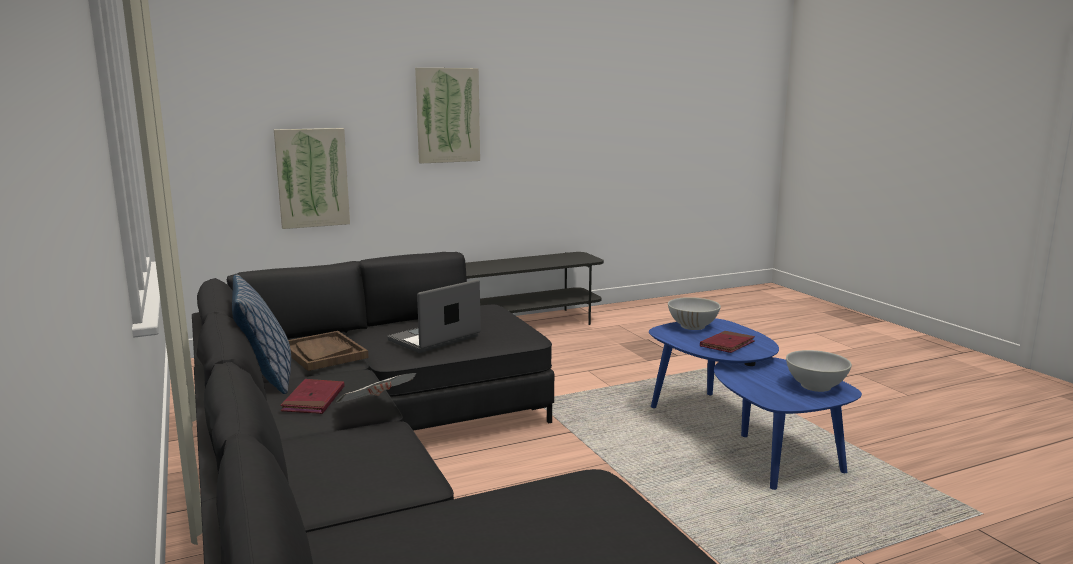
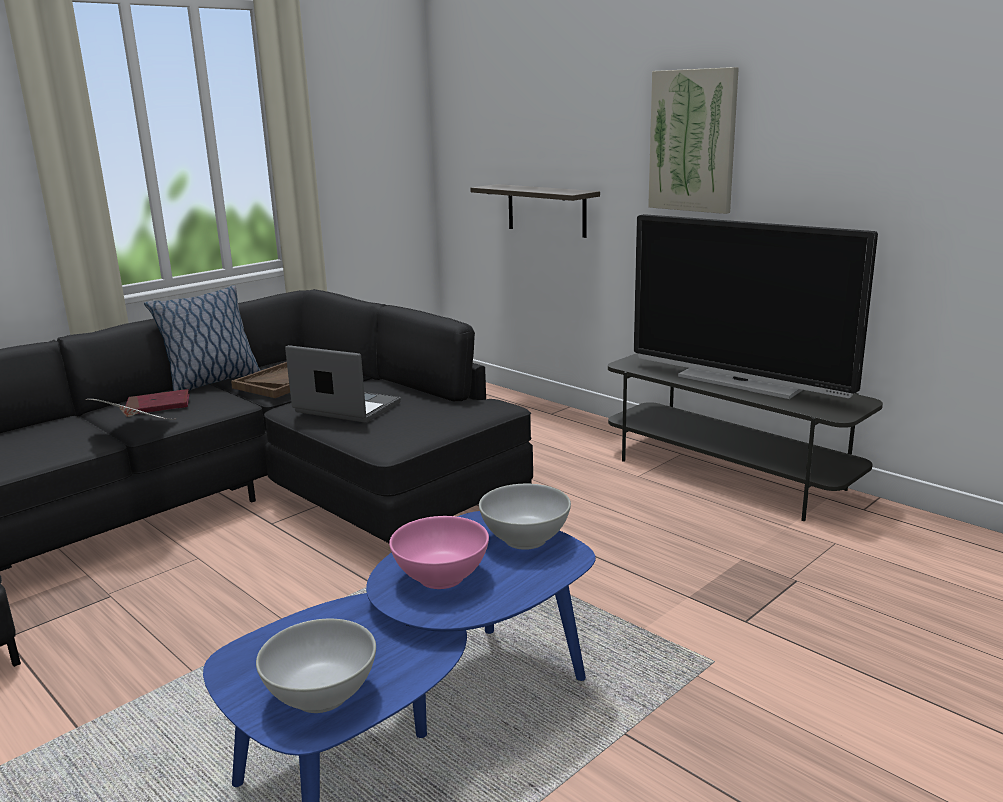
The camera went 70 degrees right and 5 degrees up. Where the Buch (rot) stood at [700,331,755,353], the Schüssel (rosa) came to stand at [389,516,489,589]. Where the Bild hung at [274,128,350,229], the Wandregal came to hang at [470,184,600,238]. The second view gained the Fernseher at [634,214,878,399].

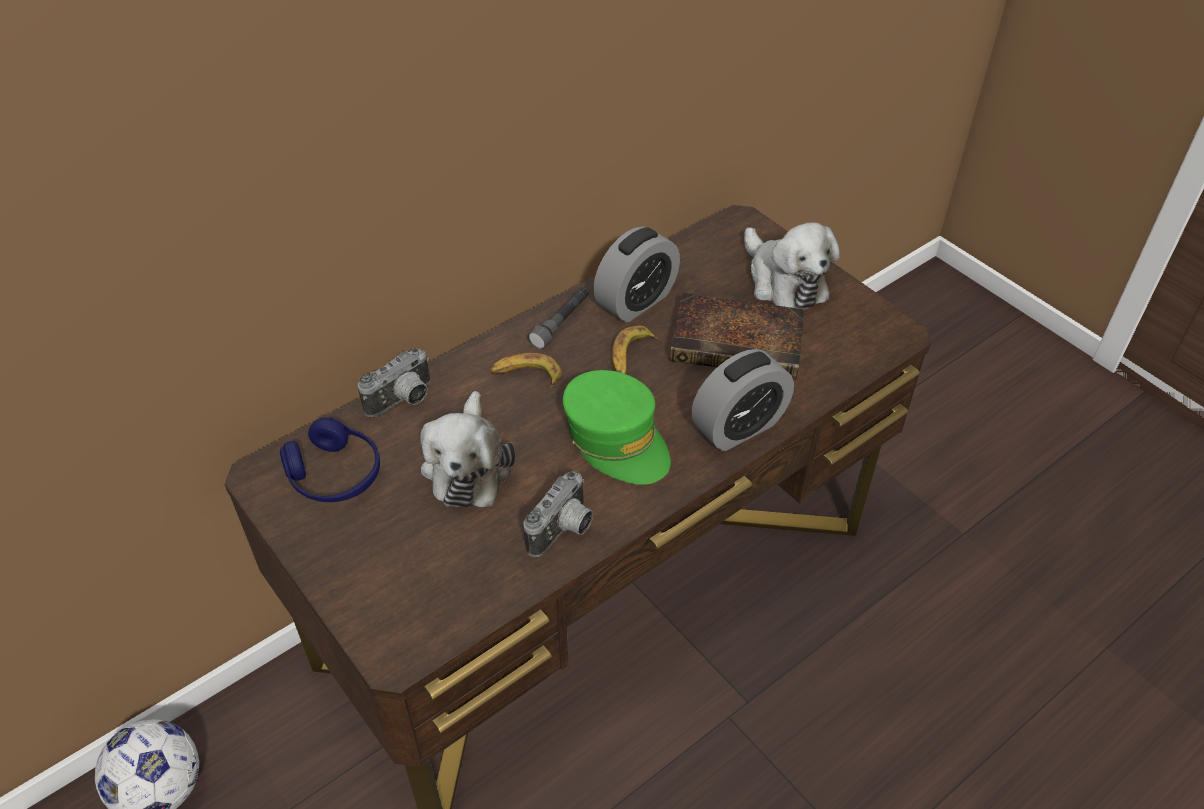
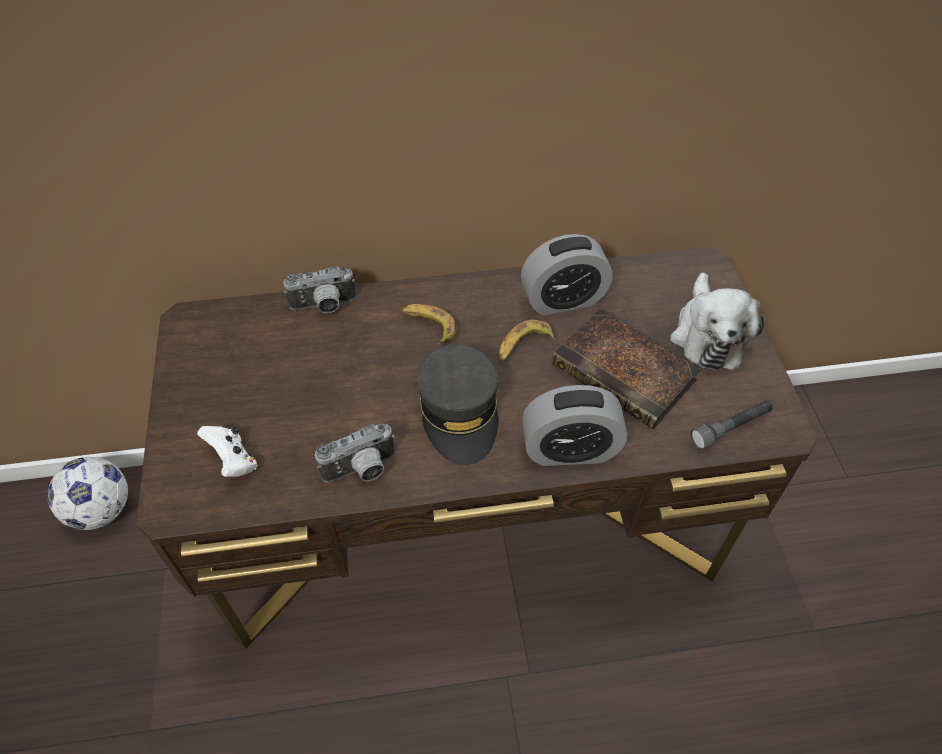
The camera went 30 degrees right and 5 degrees up. The second view gained the Gamepad (weiß) at [197,426,257,477]. What was the Kappe (grün) at [563,370,671,485] turned into the Kappe (grau) at [417,344,499,465]. The Taschenlampe (grau) ended up elsewhere, having gone from [528,287,589,350] to [691,400,773,450]. The second view lost the Kopfhörer (blau) at [280,417,380,502]. The second view lost the Plüschtier at [420,391,516,507].

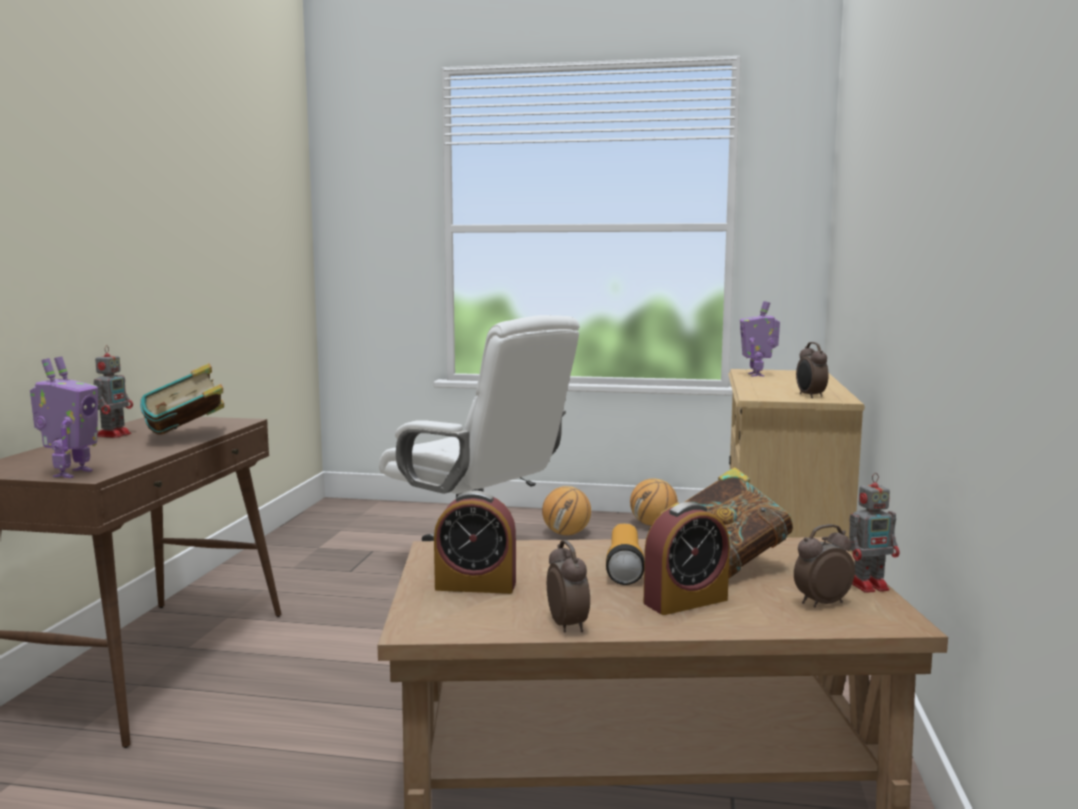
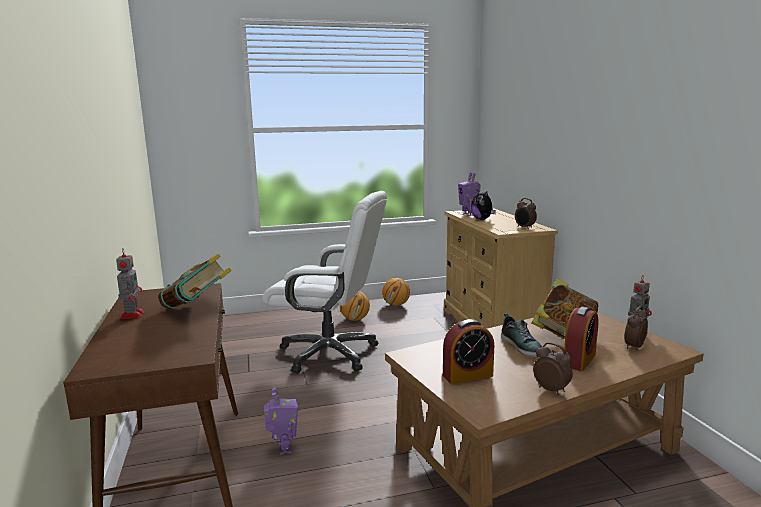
The camera went 25 degrees left and 5 degrees up. The Spielzeugroboter ended up elsewhere, having gone from [30,356,98,478] to [264,388,298,455]. The second view gained the Plüschtier at [471,189,496,220]. Where the Taschenlampe stood at [606,524,644,585], the Schuh came to stand at [501,313,541,357].

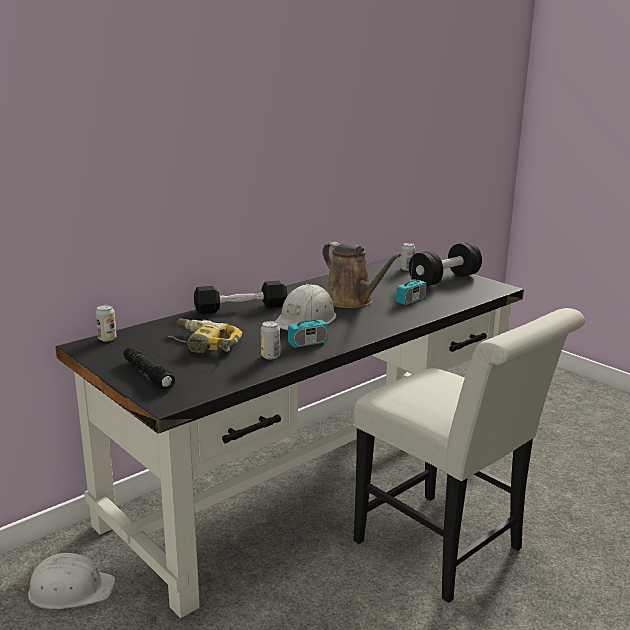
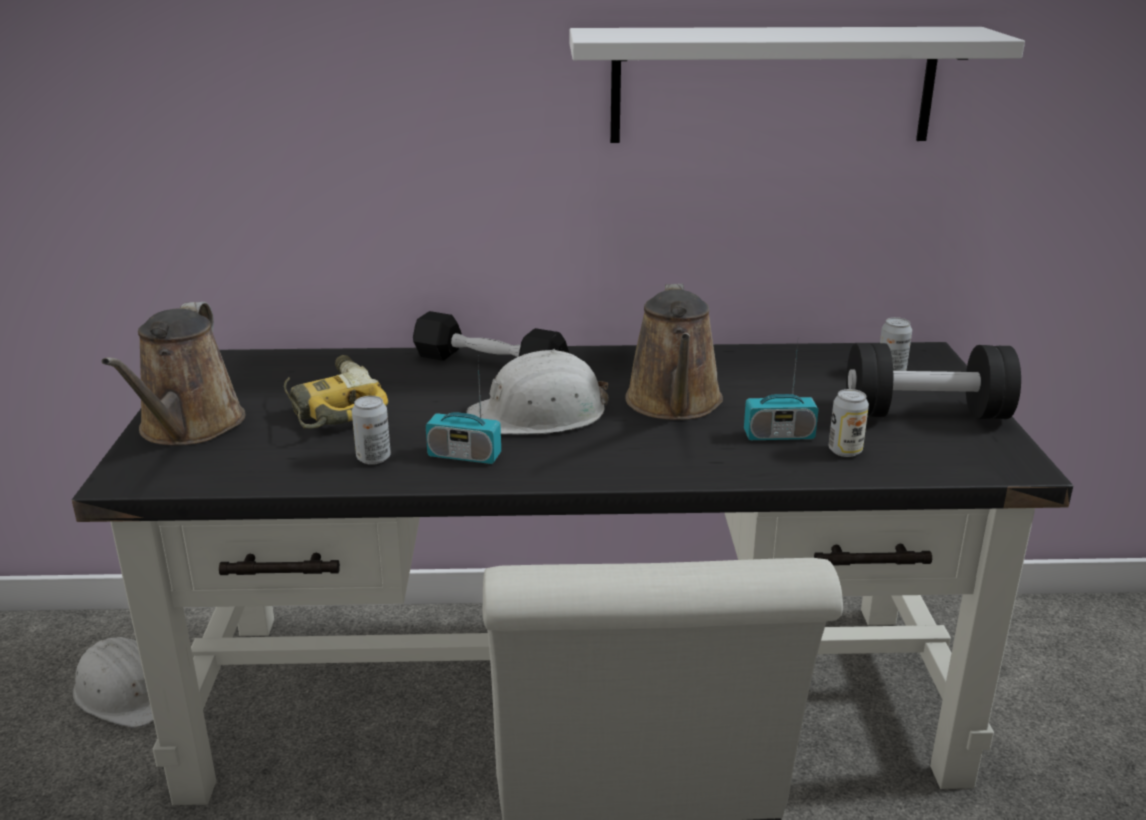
The camera went 40 degrees right and 5 degrees up. Where the Taschenlampe (schwarz) stood at [124,347,175,390], the Gießkanne (braun) came to stand at [102,302,245,446]. The second view gained the Wandregal (weiß) at [569,27,1025,143]. The Dose ended up elsewhere, having gone from [95,305,117,342] to [829,389,869,457].

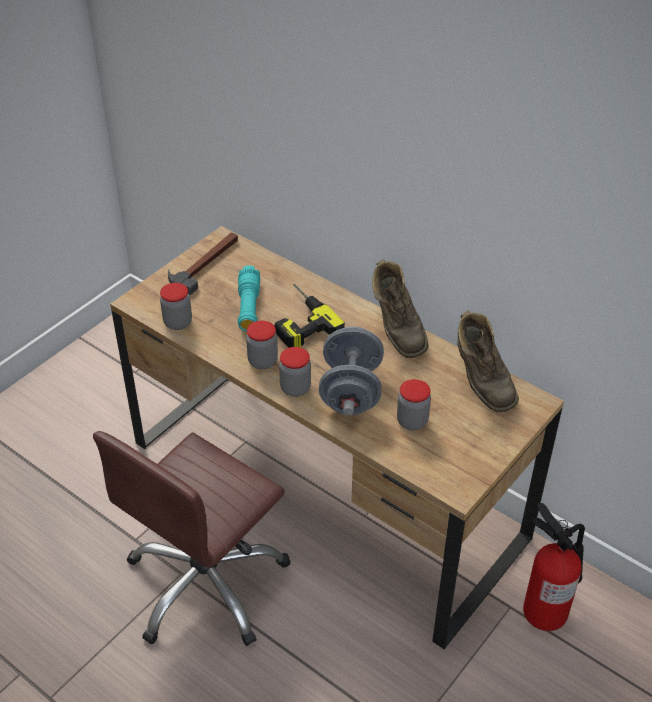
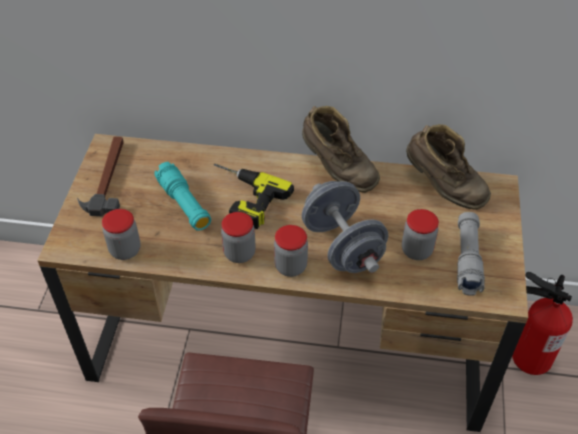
The camera went 30 degrees left and 5 degrees up. The second view gained the Taschenlampe (grau) at [457,212,485,296].

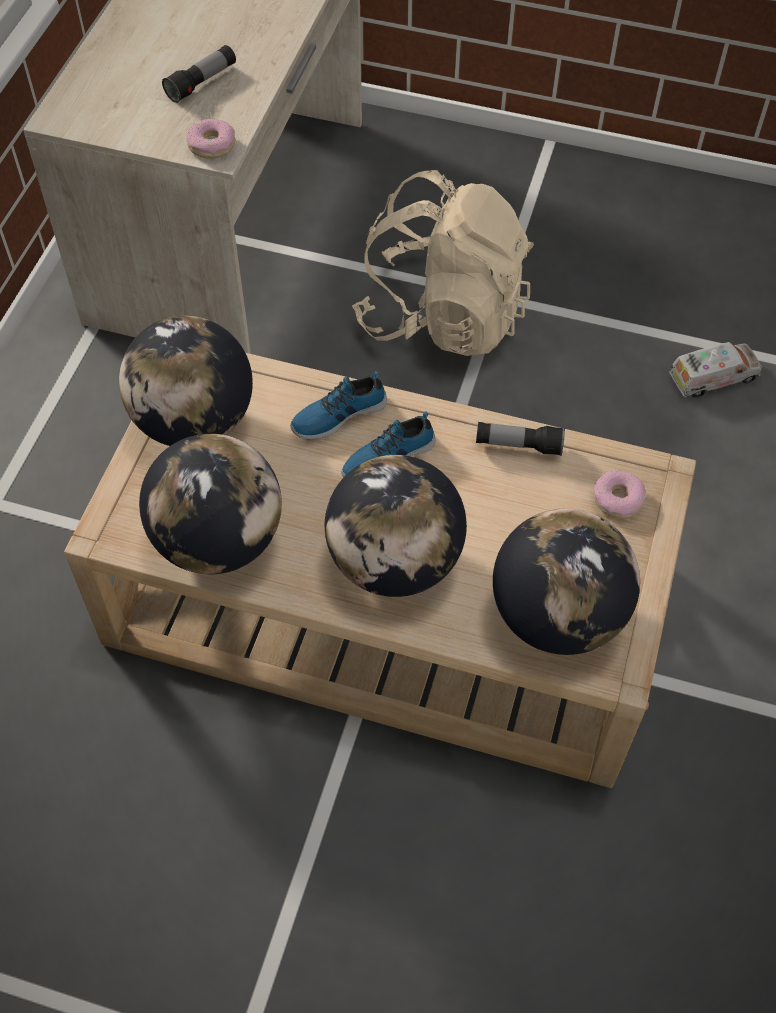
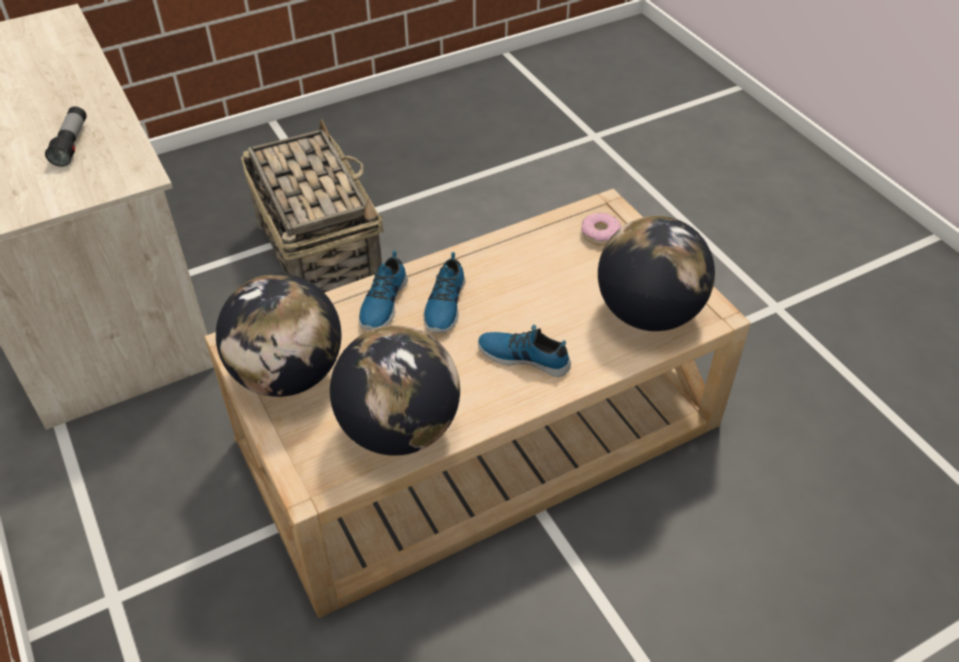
The camera went 45 degrees left and 10 degrees down. Where the Rucksack (beige) stood at [352,170,534,356], the Korb came to stand at [241,119,384,293]. Where the Globus stood at [325,455,467,597], the Schuh came to stand at [478,325,571,377]. The second view lost the Donut at [186,119,235,159]. The second view lost the Taschenlampe at [476,422,565,456]. The second view lost the Spielzeuglaster at [669,342,762,398].

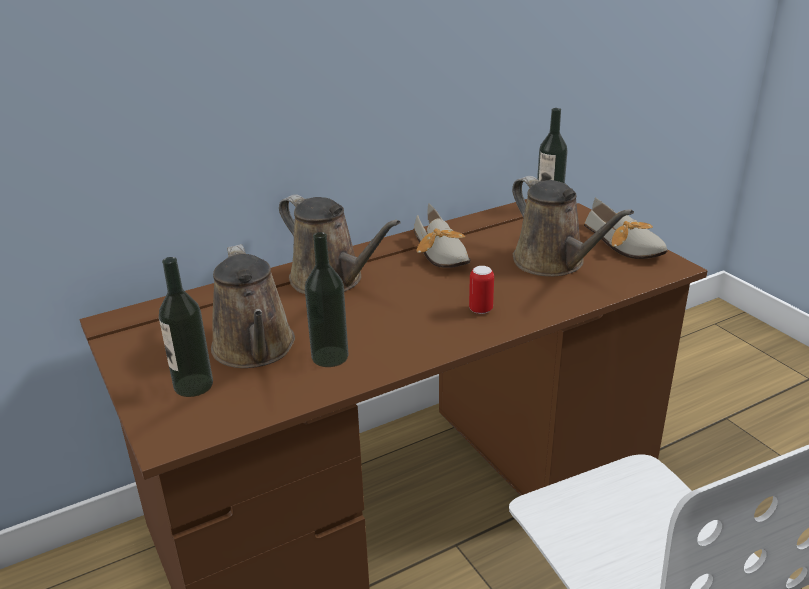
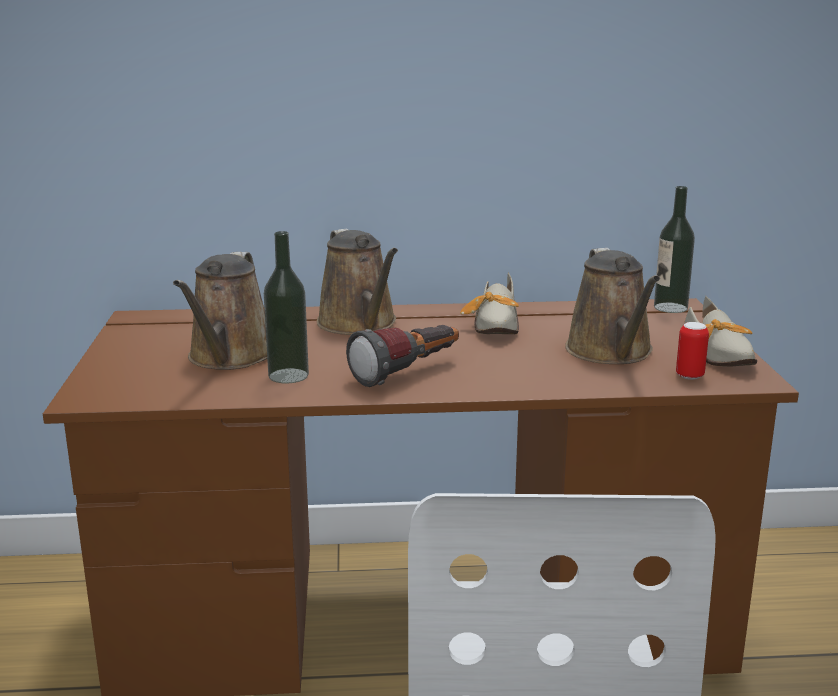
The camera went 25 degrees right and 10 degrees down. The second view gained the Taschenlampe at [346,325,459,387]. The Dose ended up elsewhere, having gone from [469,266,494,314] to [676,322,709,380]. The second view lost the Flasche at [159,257,213,397].

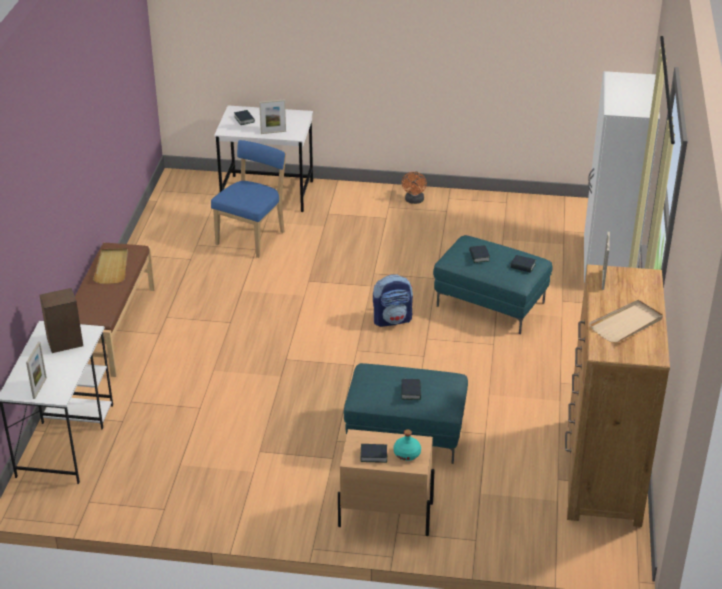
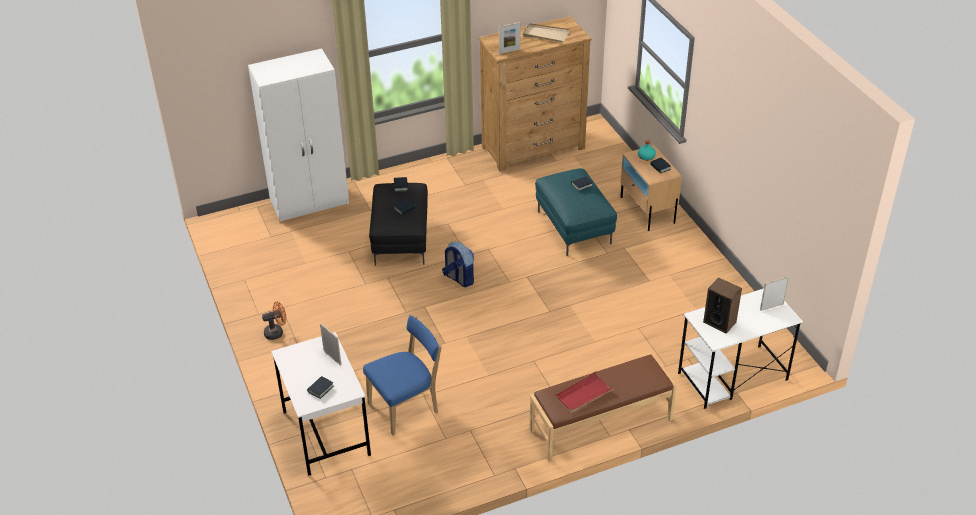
The camera went 120 degrees left and 5 degrees up. The Stuhl (blau) at [211,140,286,258] ended up facing another way, 150 degrees clockwise from before. What was the Polsterhocker (türkis) at [433,235,553,334] turned into the Polsterhocker (schwarz) at [369,183,428,265]. What was the Tablett (beige) at [93,248,128,284] turned into the Tablett (rot) at [555,371,614,413].

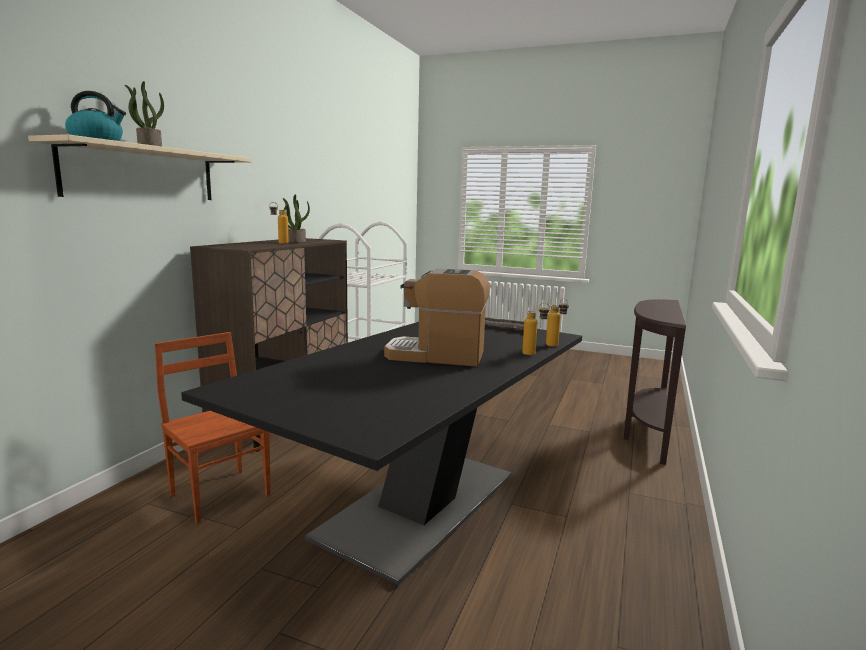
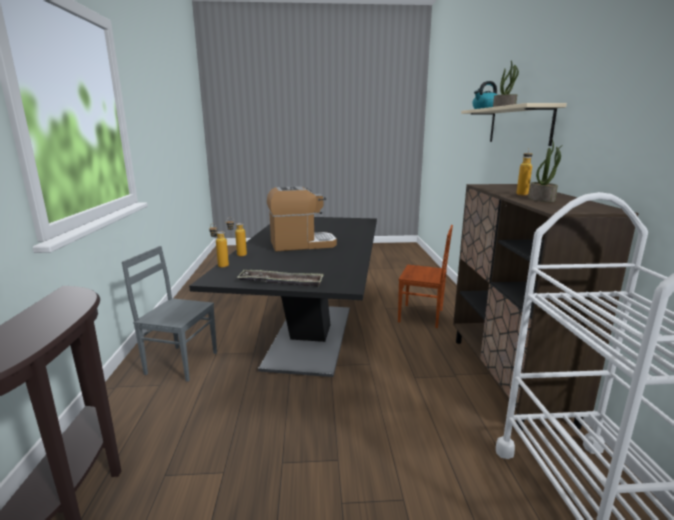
The camera went 155 degrees right and 5 degrees up. The second view gained the Stuhl (grau) at [122,246,217,382].

